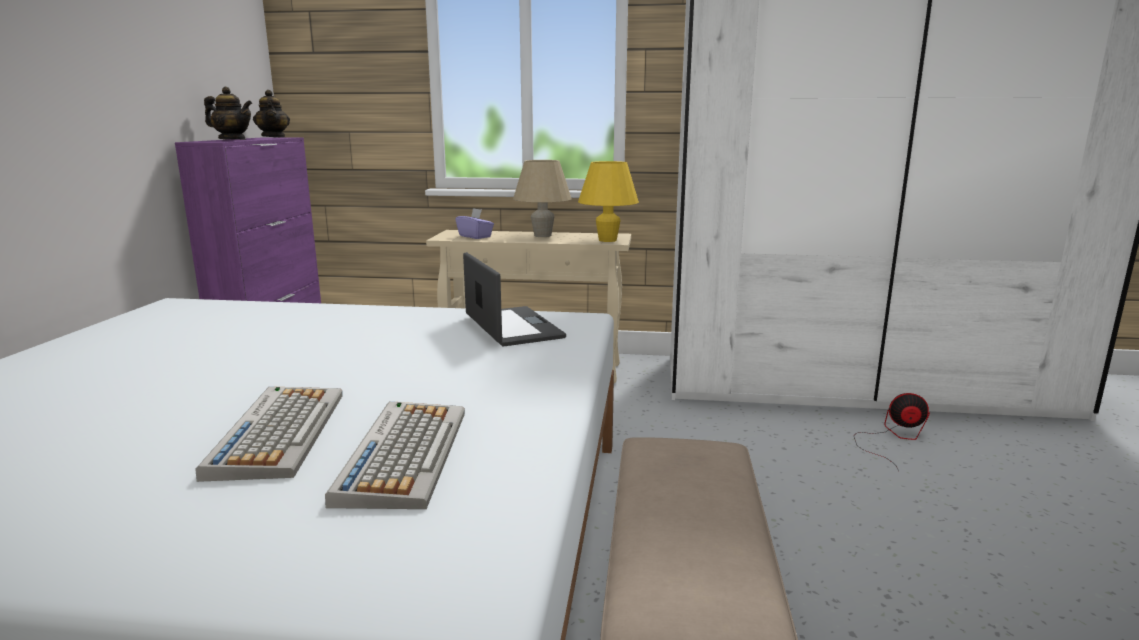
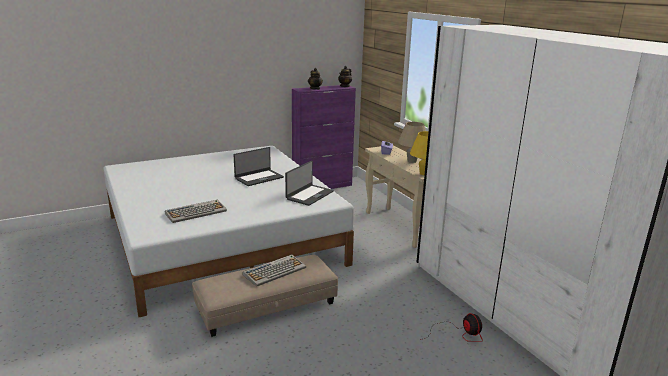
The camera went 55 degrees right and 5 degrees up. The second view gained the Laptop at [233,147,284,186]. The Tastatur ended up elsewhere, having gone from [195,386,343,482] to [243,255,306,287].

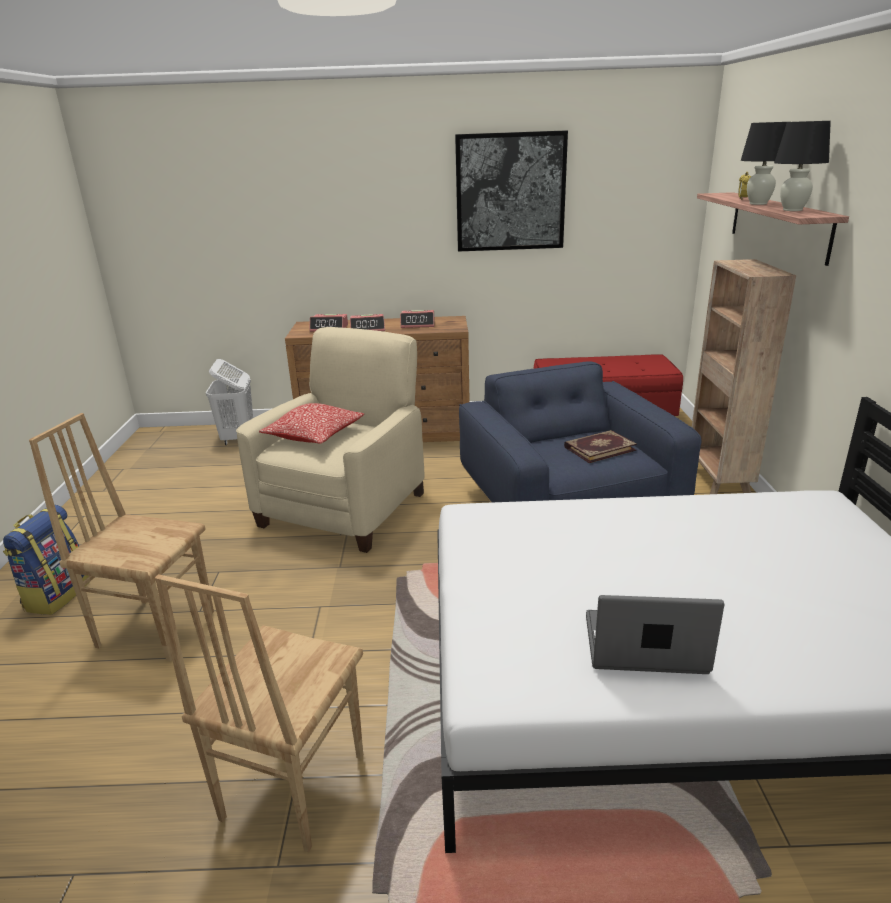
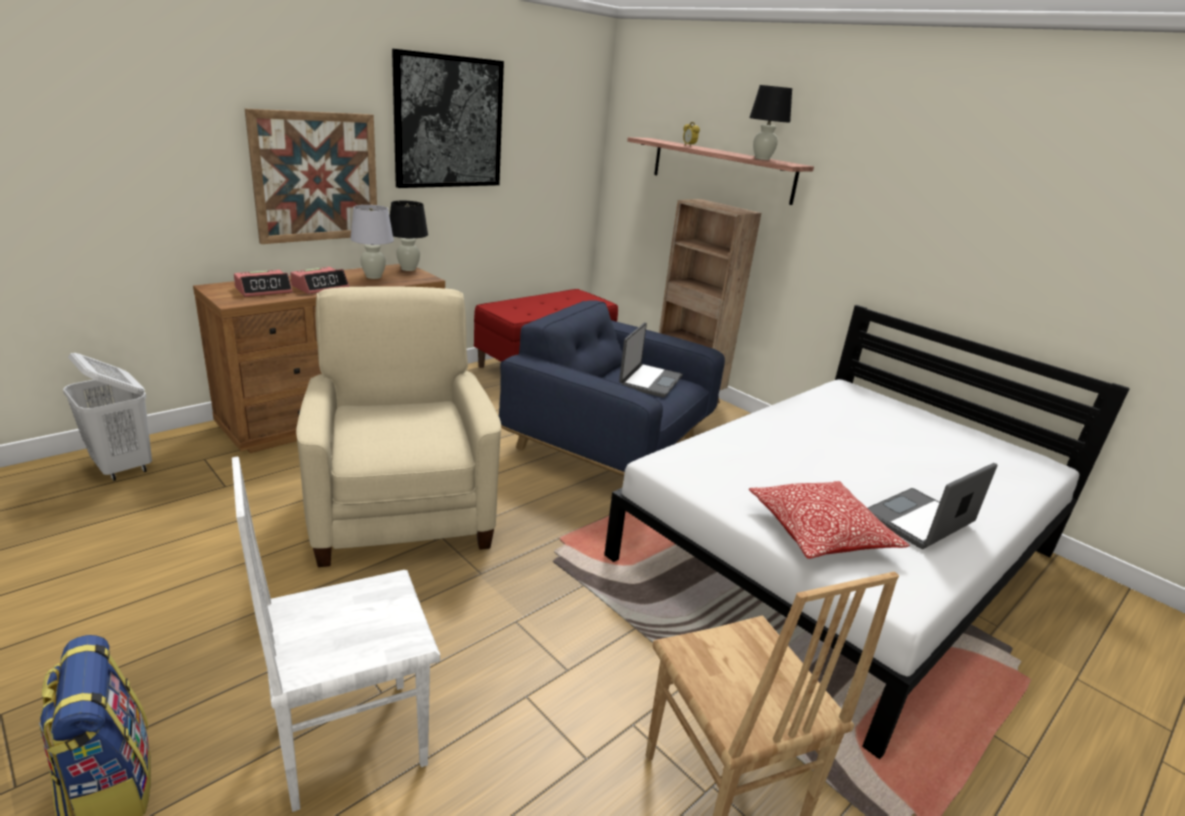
The camera went 45 degrees left and 0 degrees up. What was the Stuhl (braun) at [29,413,214,661] turned into the Stuhl (weiß) at [232,456,440,812]. The second view gained the Bild at [245,109,377,244]. Where the Wecker stood at [400,310,435,328], the Tischlampe (weiß) came to stand at [350,205,394,279]. The Tischlampe (schwarz) ended up elsewhere, having gone from [741,122,787,205] to [390,201,428,271]. Where the Buch stood at [564,430,637,463], the Laptop came to stand at [619,322,683,398]. The Kissen ended up elsewhere, having gone from [259,403,364,444] to [749,481,910,559].

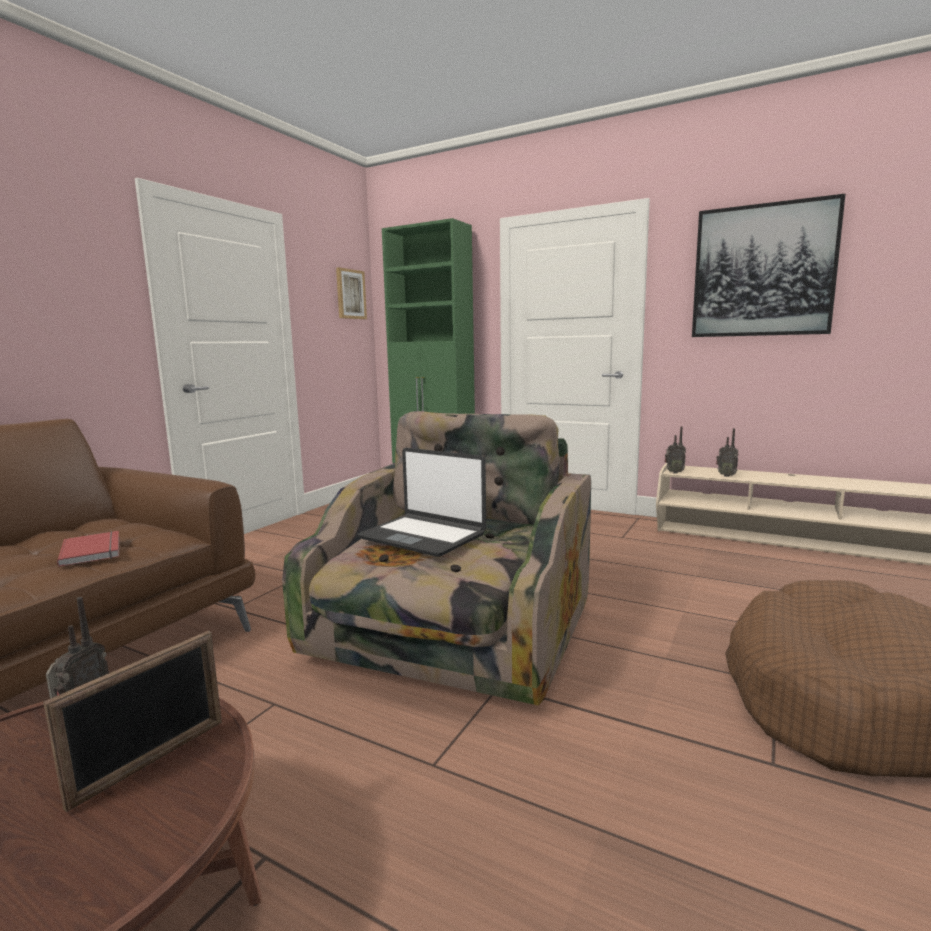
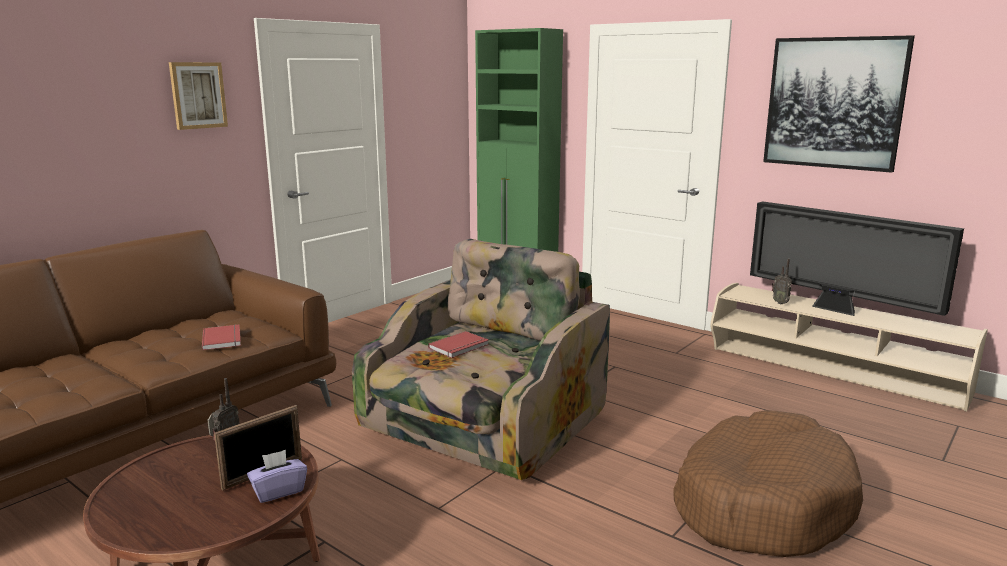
The camera went 10 degrees right and 5 degrees up. The Bild ended up elsewhere, having gone from [336,267,367,319] to [169,62,228,130]. The second view gained the Taschentuchbox (lila) at [247,450,307,503]. Where the Laptop stood at [357,448,486,557], the Buch (rot) came to stand at [428,331,489,358]. The second view gained the Fernseher at [750,201,964,316]. The second view lost the Radio at [665,426,686,474].

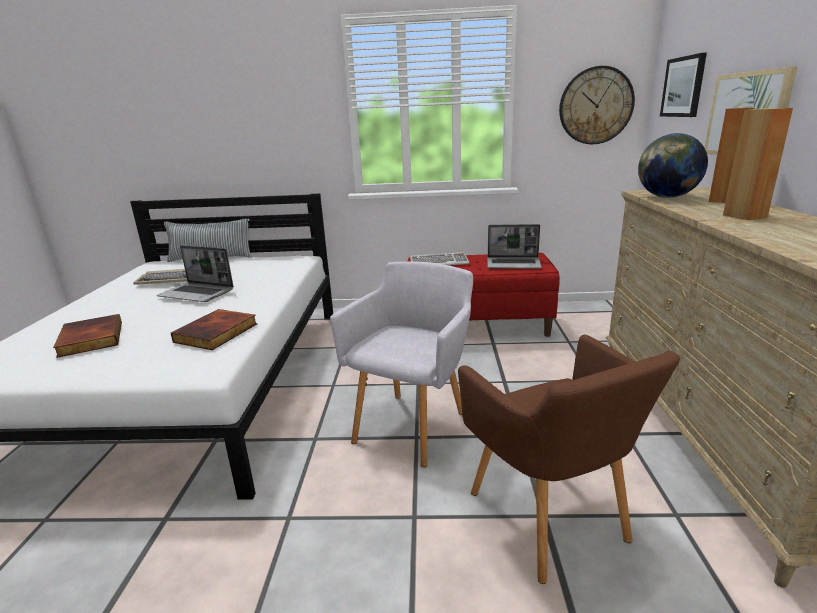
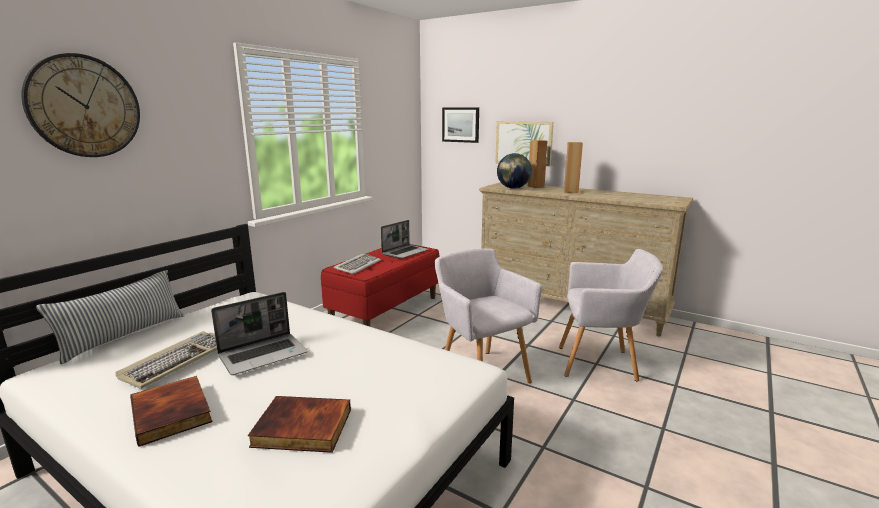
The camera went 60 degrees left and 5 degrees down. The Wanduhr ended up elsewhere, having gone from [559,66,635,144] to [21,53,140,157]. The Buch ended up elsewhere, having gone from [171,309,257,350] to [130,376,213,447]. What was the Sessel (braun) at [458,335,680,584] turned into the Sessel (grau) at [559,249,663,382].

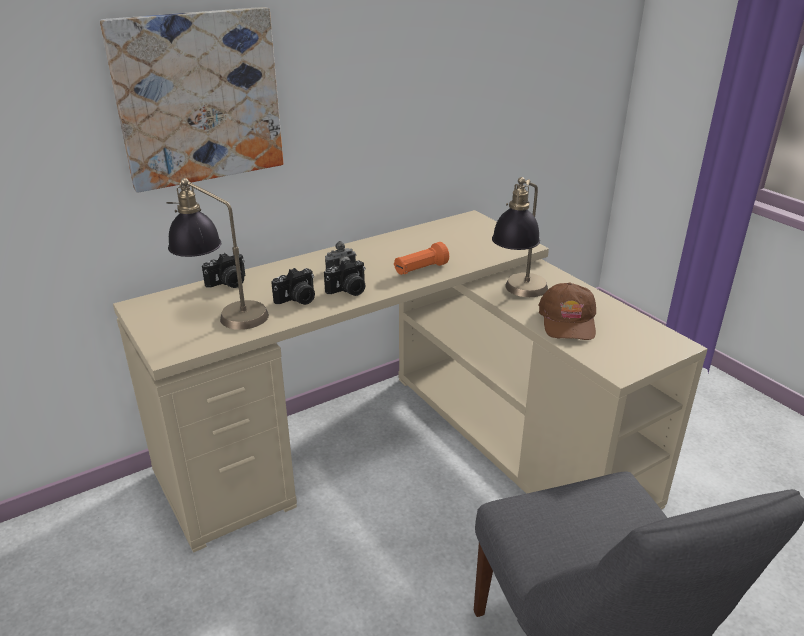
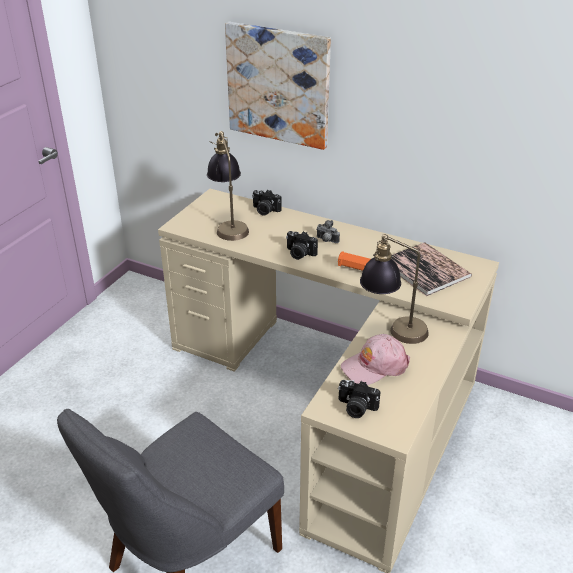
The camera went 60 degrees right and 5 degrees up. The Kamera ended up elsewhere, having gone from [271,268,315,305] to [338,380,381,418]. What was the Kappe (braun) at [538,282,596,340] turned into the Kappe (rosa) at [341,334,410,385]. The second view gained the Buch at [391,242,472,296].

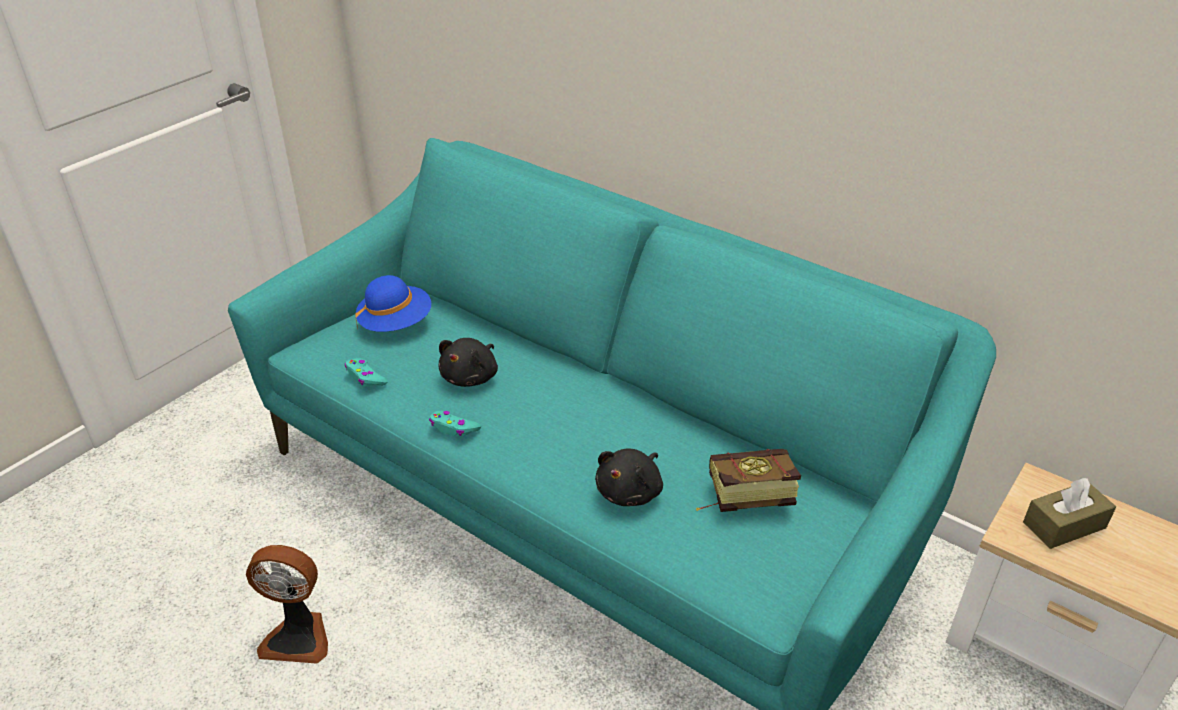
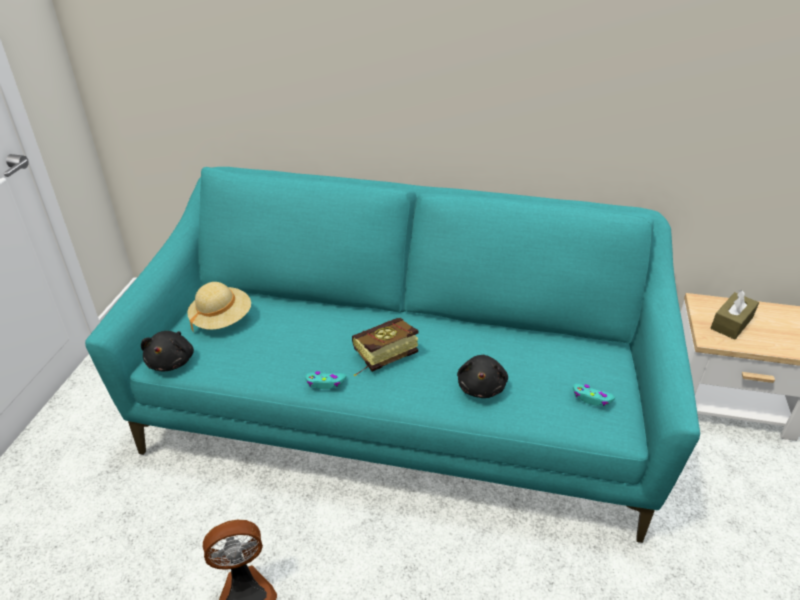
The camera went 25 degrees left and 0 degrees up. The Plüschtier (schwarz) ended up elsewhere, having gone from [438,338,498,387] to [141,331,194,372]. What was the Hut (blau) at [355,275,431,332] turned into the Hut (beige) at [187,282,251,332]. The Buch ended up elsewhere, having gone from [696,449,801,512] to [352,318,419,377]. The Gamepad (türkis) ended up elsewhere, having gone from [345,358,387,387] to [573,384,615,406].

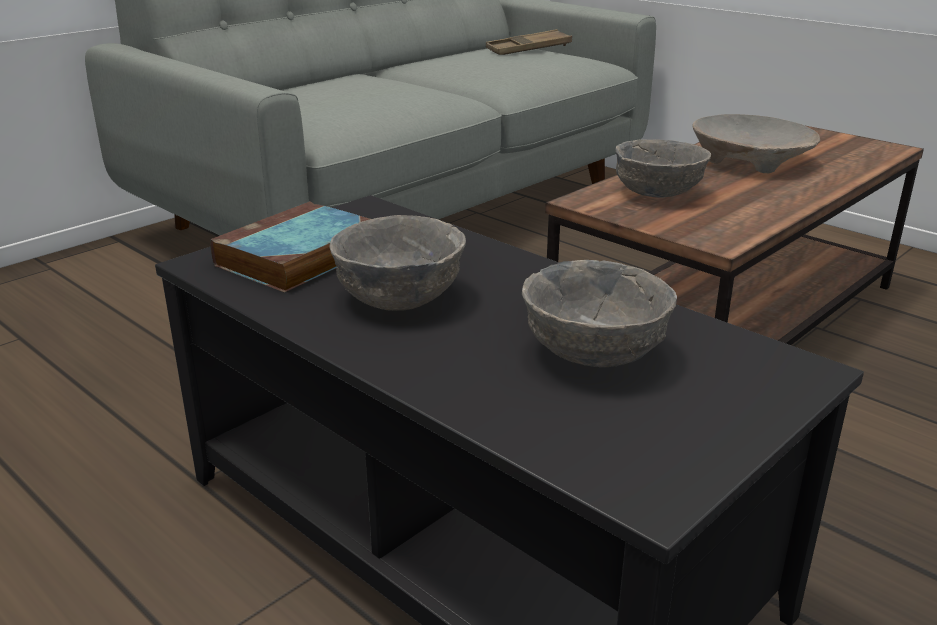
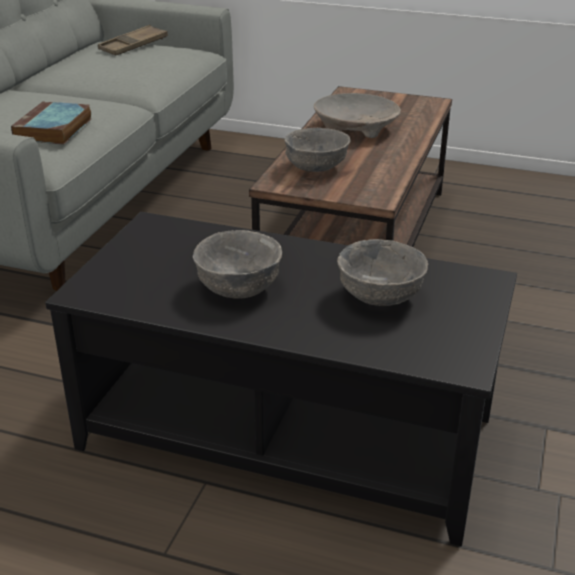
The camera went 25 degrees left and 5 degrees up. The Buch ended up elsewhere, having gone from [210,201,370,292] to [11,101,92,145].

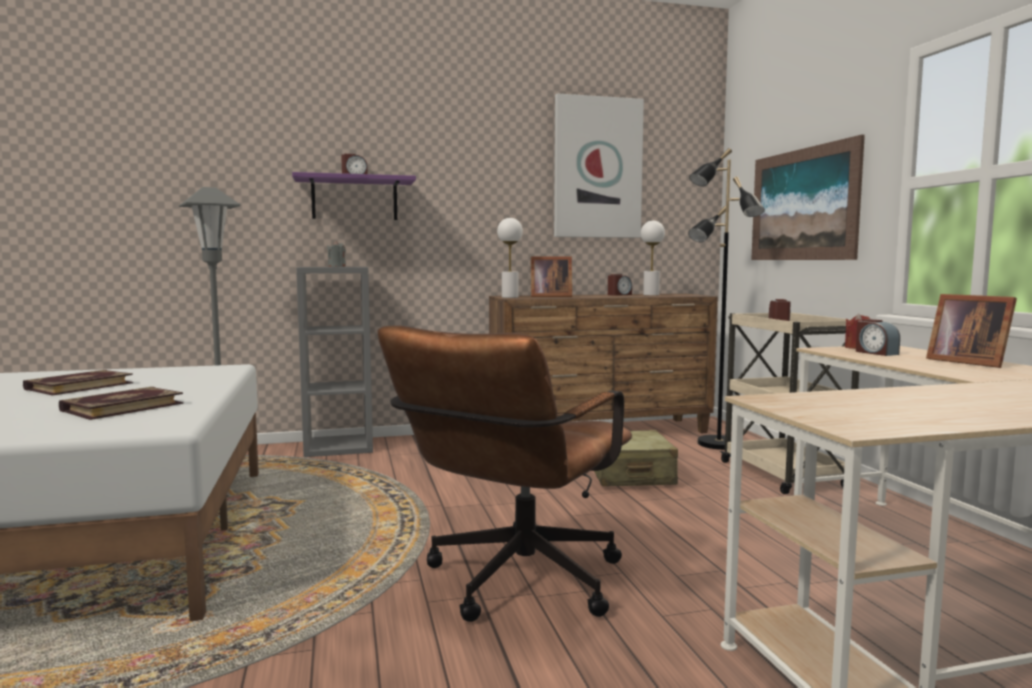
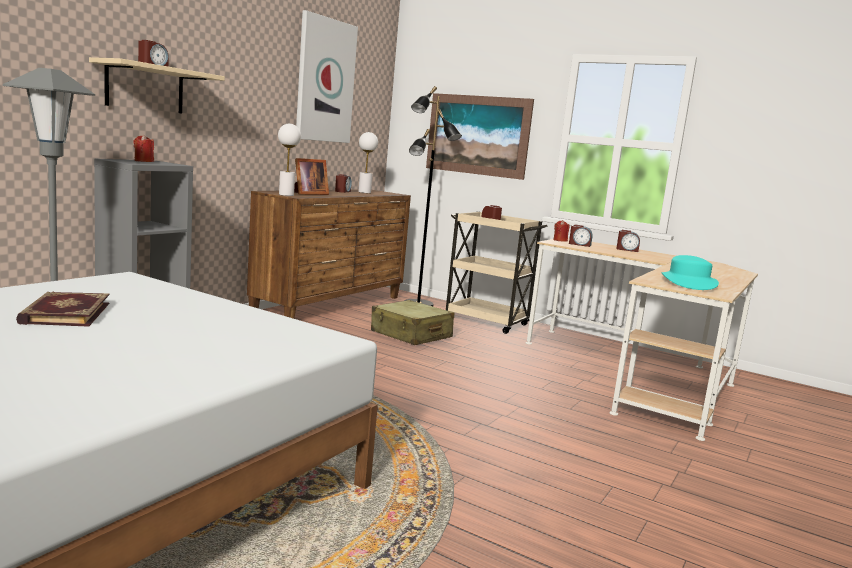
The camera went 45 degrees left and 5 degrees up. What was the Wandregal (lila) at [292,172,416,220] turned into the Wandregal (beige) at [89,57,225,113]. What was the Kerze (grau) at [327,241,346,267] turned into the Kerze (rot) at [133,134,154,162]. Where the Bilderrahmen stood at [926,294,1017,368], the Wecker came to stand at [616,230,640,252]. The second view gained the Hut (türkis) at [662,255,719,290]. The second view lost the Buch at [59,387,183,420]. The second view lost the Bürostuhl (braun) at [377,325,632,622].

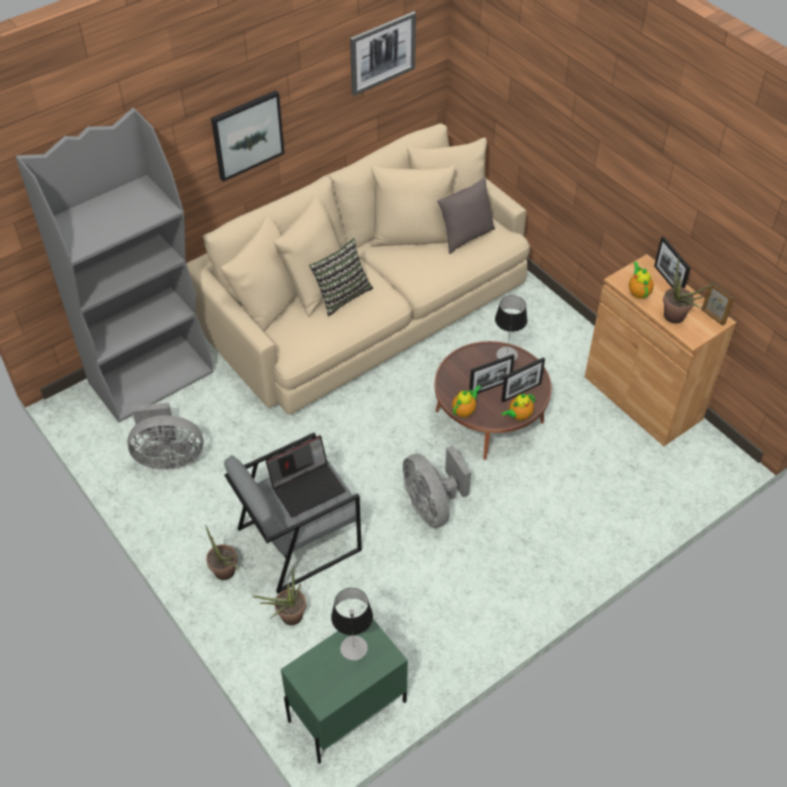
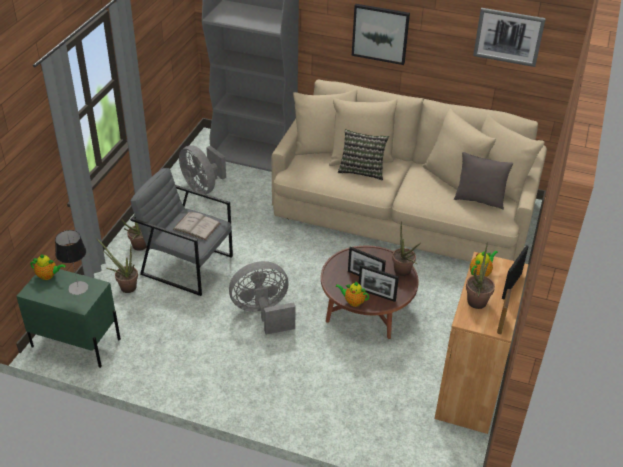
The camera went 55 degrees right and 10 degrees down. The Teekanne ended up elsewhere, having gone from [452,385,481,418] to [30,254,66,280]. Where the Laptop stood at [266,435,346,517], the Buch (weiß) came to stand at [173,212,220,240]. The Ventilator (grau) at [403,445,471,528] ended up facing another way, 45 degrees clockwise from before. Where the Tischlampe stood at [495,295,527,361], the Topfpflanze came to stand at [392,221,421,276].

